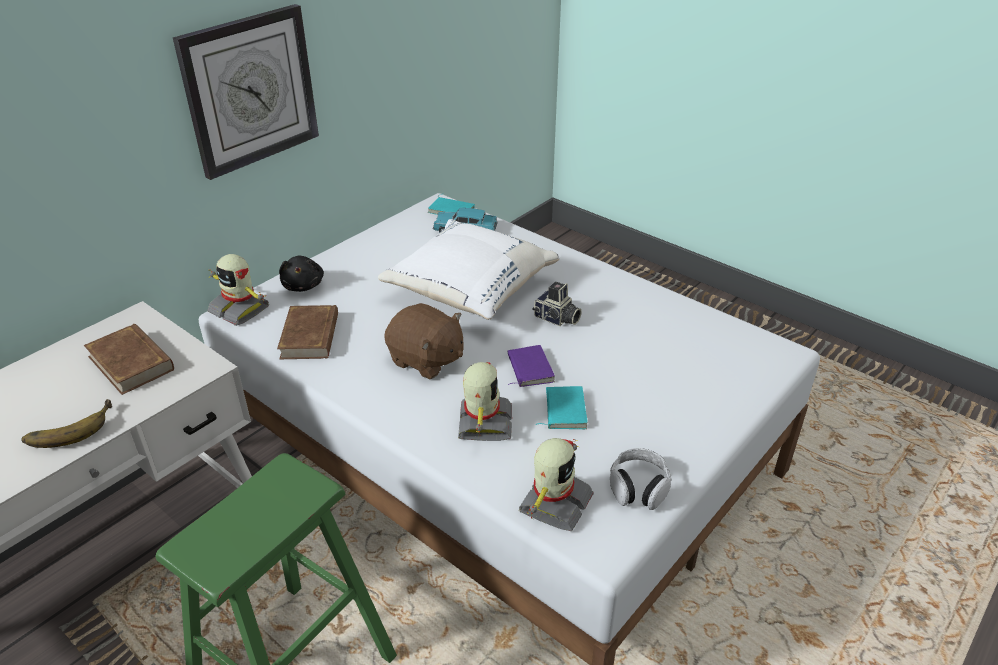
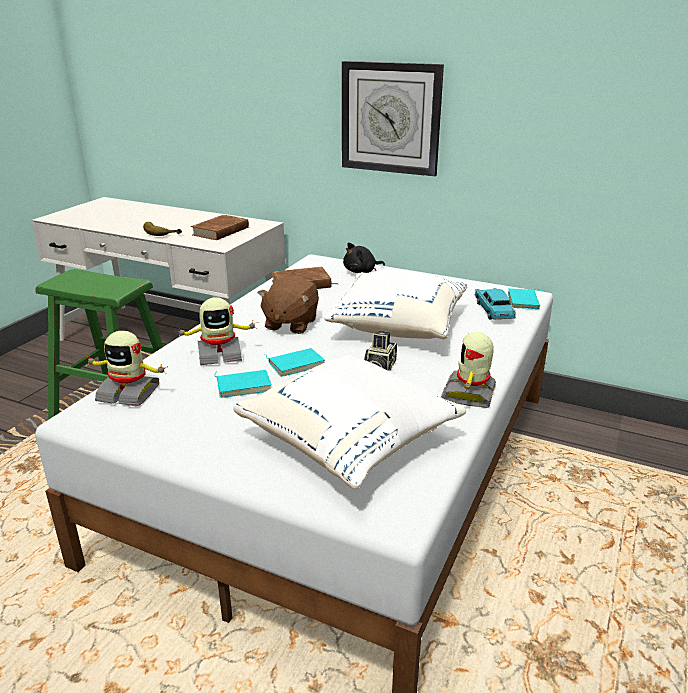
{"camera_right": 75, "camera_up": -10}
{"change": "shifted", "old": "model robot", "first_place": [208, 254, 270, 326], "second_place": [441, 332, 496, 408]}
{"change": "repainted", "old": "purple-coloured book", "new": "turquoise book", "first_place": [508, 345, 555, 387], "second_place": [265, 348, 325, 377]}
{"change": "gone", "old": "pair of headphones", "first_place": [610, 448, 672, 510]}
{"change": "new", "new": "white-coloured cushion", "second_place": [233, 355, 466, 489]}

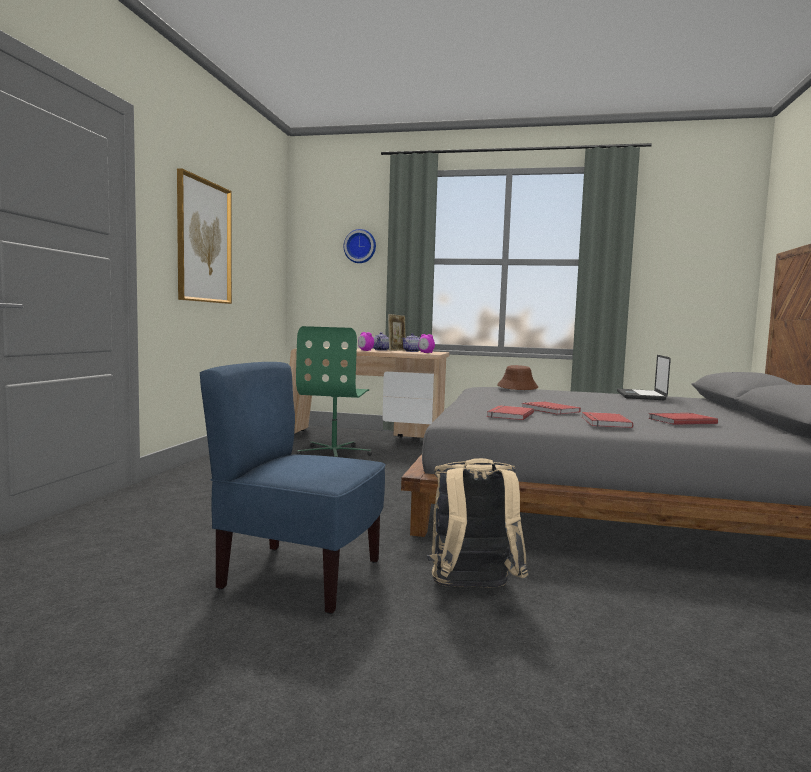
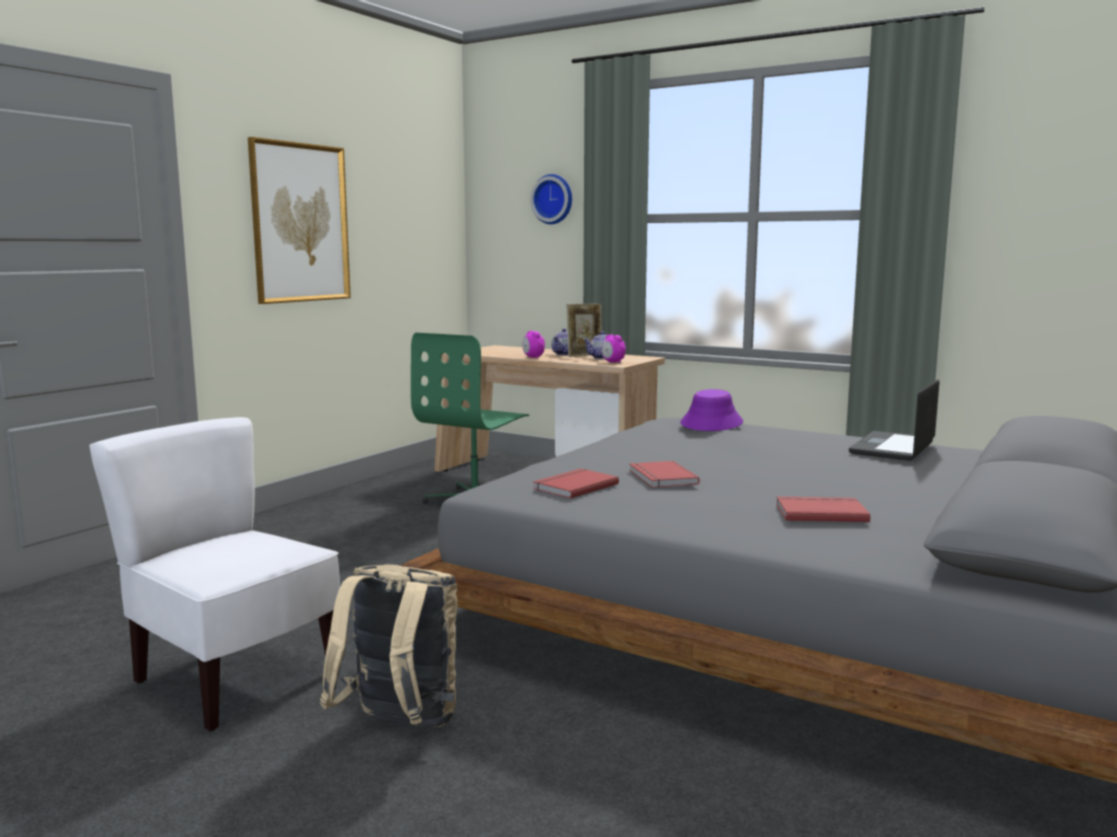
{"camera_right": 20, "camera_up": 5}
{"change": "repainted", "old": "blue-coloured upright chair", "new": "white-coloured upright chair", "first_place": [200, 362, 386, 614], "second_place": [89, 417, 340, 731]}
{"change": "repainted", "old": "brown-coloured hat", "new": "purple-coloured hat", "first_place": [497, 365, 538, 390], "second_place": [680, 389, 743, 431]}
{"change": "gone", "old": "reddish book", "first_place": [582, 412, 633, 428]}

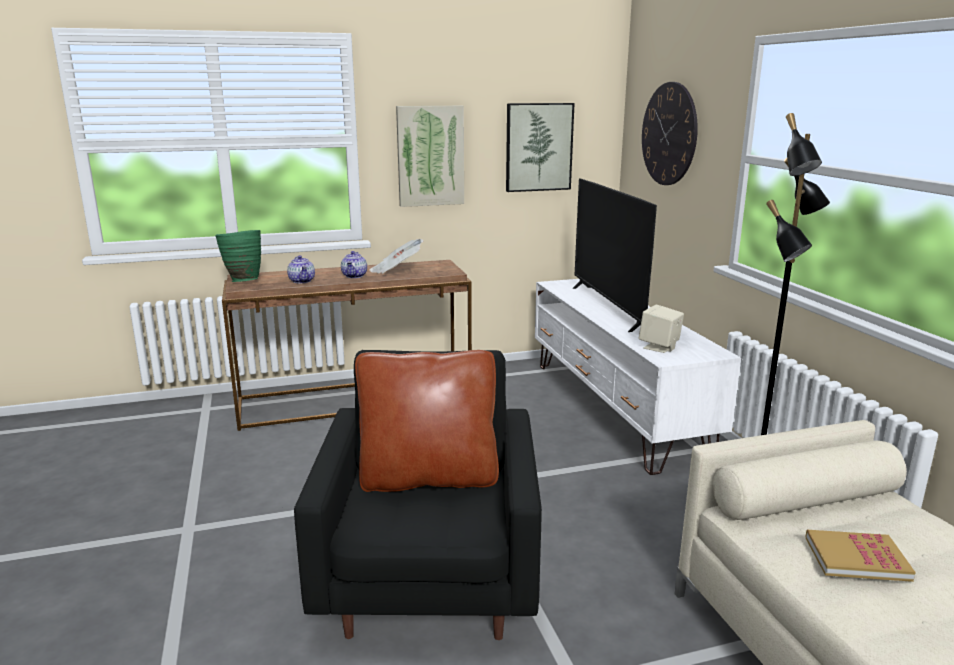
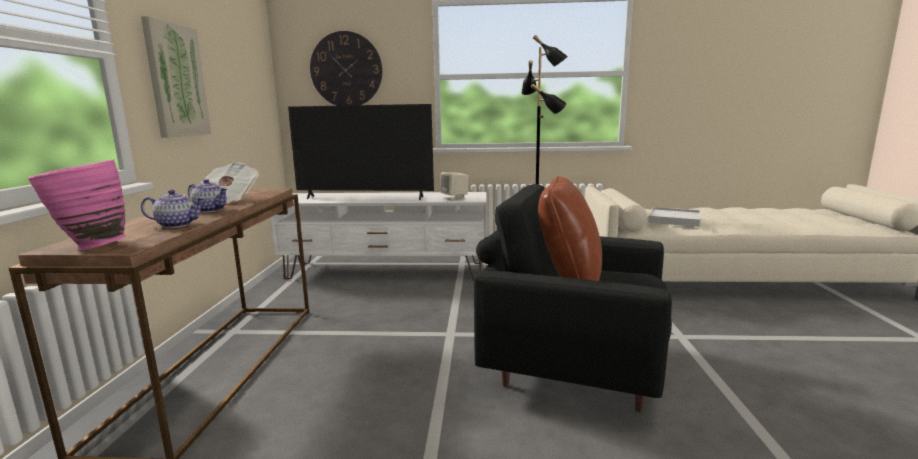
{"camera_right": -70, "camera_up": -5}
{"change": "gone", "old": "wall art", "first_place": [506, 103, 575, 192]}
{"change": "repainted", "old": "greenish flower vase", "new": "pink flower vase", "first_place": [215, 230, 261, 282], "second_place": [27, 159, 126, 250]}
{"change": "swapped", "old": "book", "new": "white-coloured carrying tray", "first_place": [805, 530, 916, 582], "second_place": [648, 207, 700, 227]}

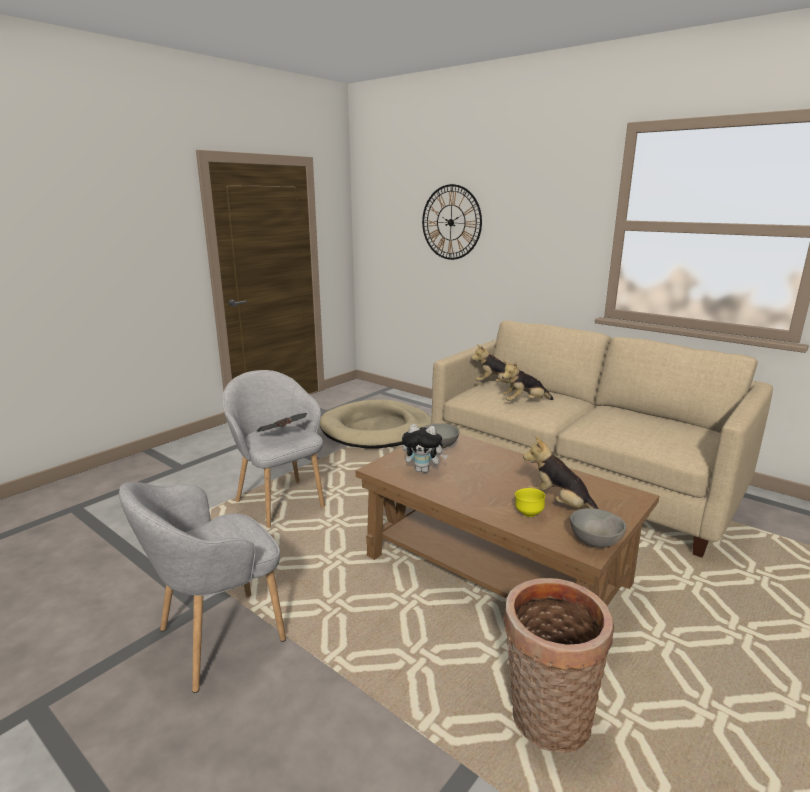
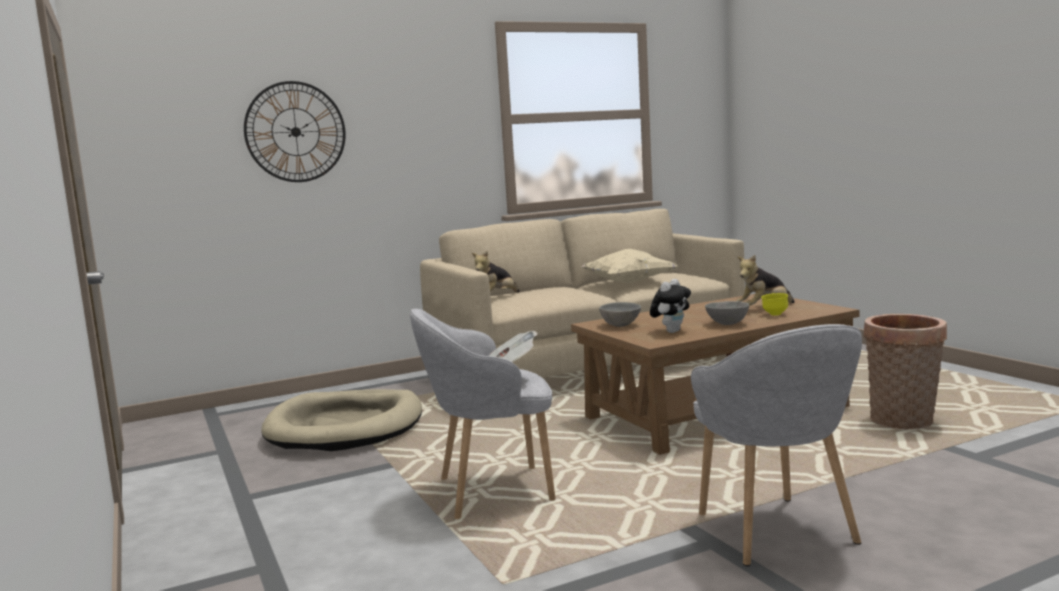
{"camera_right": -65, "camera_up": -10}
{"change": "gone", "old": "soft toy", "first_place": [502, 361, 554, 401]}
{"change": "shifted", "old": "grey serving bowl", "first_place": [570, 508, 627, 548], "second_place": [705, 301, 749, 325]}
{"change": "new", "new": "beige-coloured cushion", "second_place": [581, 249, 678, 283]}

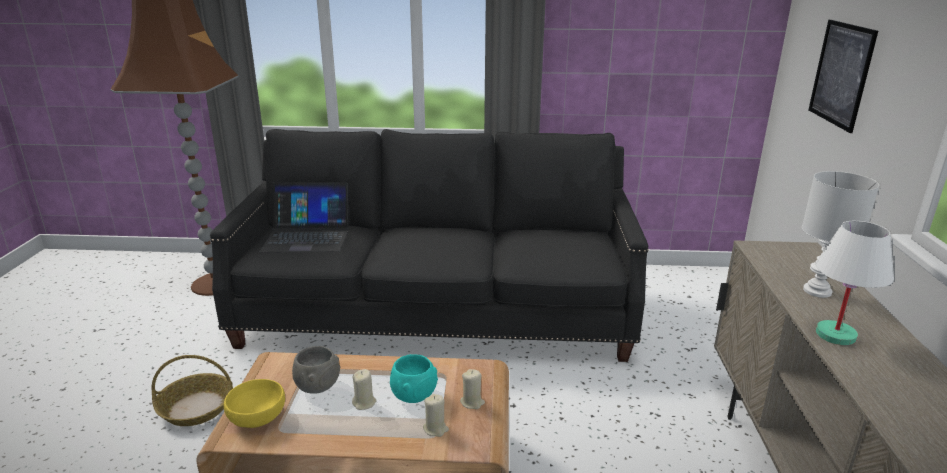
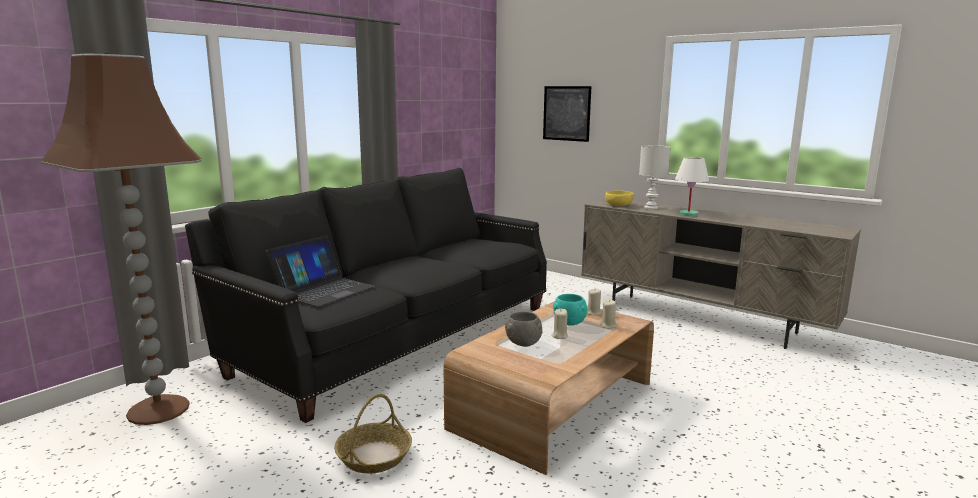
{"camera_right": -55, "camera_up": -10}
{"change": "shifted", "old": "yellow serving bowl", "first_place": [224, 379, 285, 428], "second_place": [605, 191, 634, 206]}

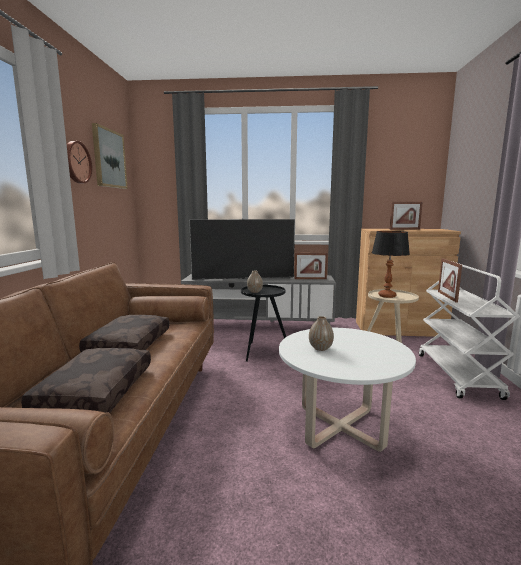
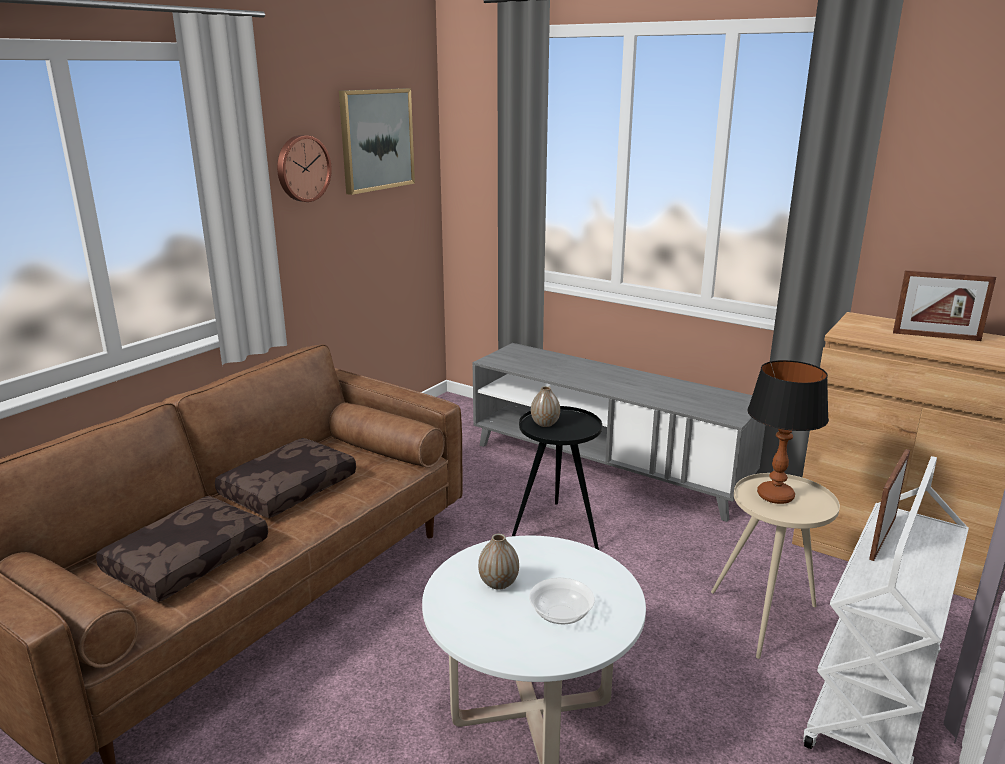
{"camera_right": 30, "camera_up": 10}
{"change": "gone", "old": "TV", "first_place": [189, 218, 295, 280]}
{"change": "gone", "old": "standing frame", "first_place": [294, 253, 328, 279]}
{"change": "new", "new": "serving bowl", "second_place": [529, 578, 595, 624]}

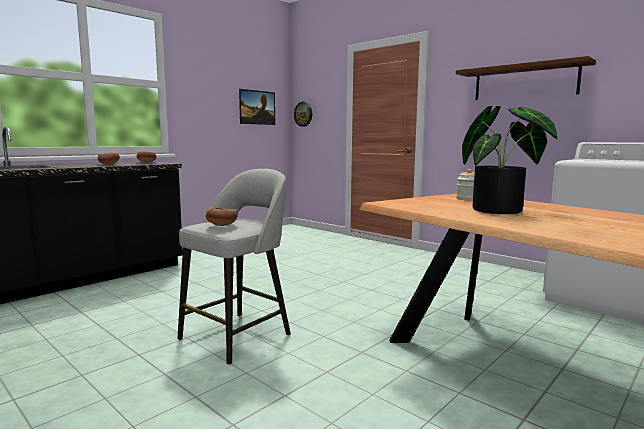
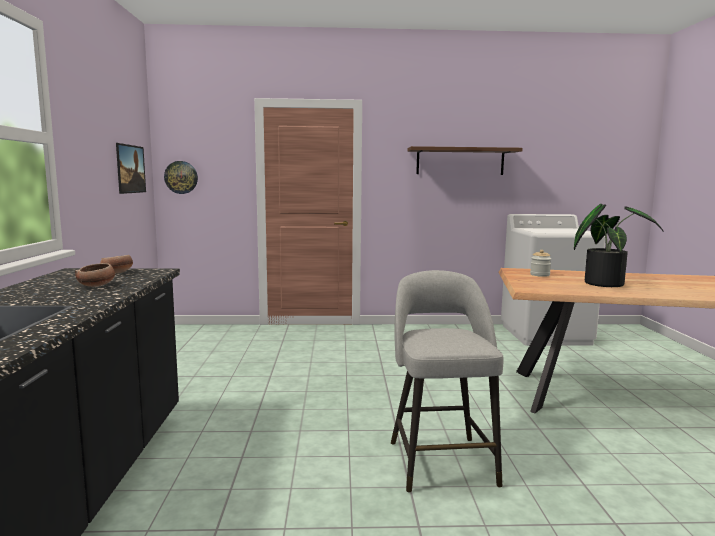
{"camera_right": -45, "camera_up": 0}
{"change": "gone", "old": "serving bowl", "first_place": [206, 208, 238, 226]}

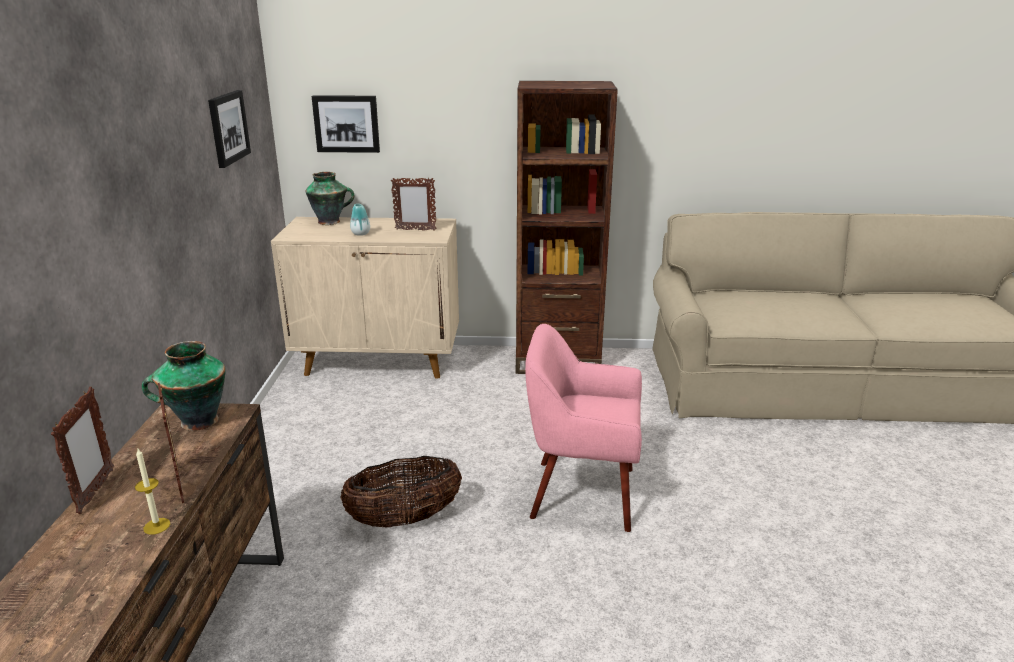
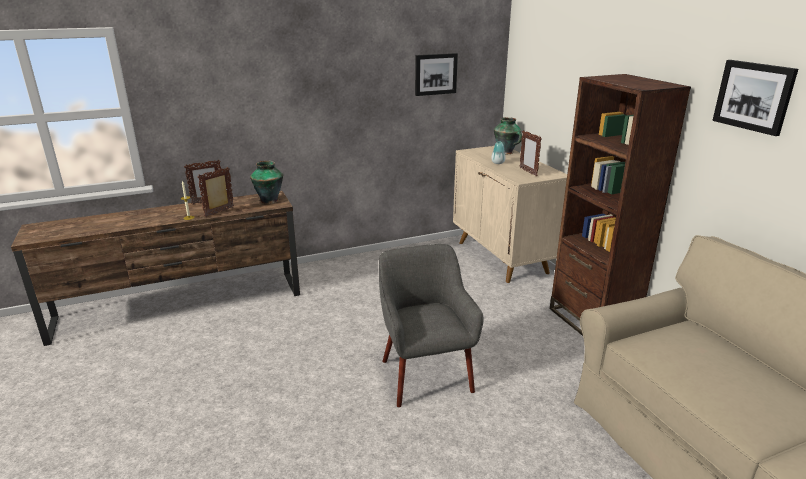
{"camera_right": 65, "camera_up": 0}
{"change": "shifted", "old": "wall art", "first_place": [312, 95, 380, 153], "second_place": [712, 60, 798, 136]}
{"change": "repainted", "old": "pink easy chair", "new": "grey easy chair", "first_place": [525, 324, 642, 532], "second_place": [379, 244, 483, 407]}
{"change": "gone", "old": "basket", "first_place": [340, 456, 462, 527]}

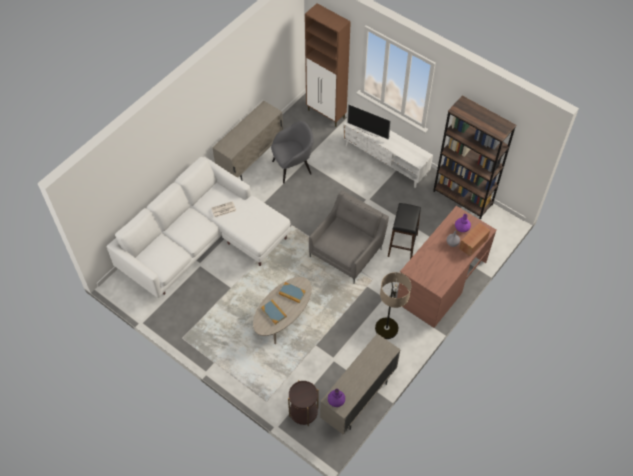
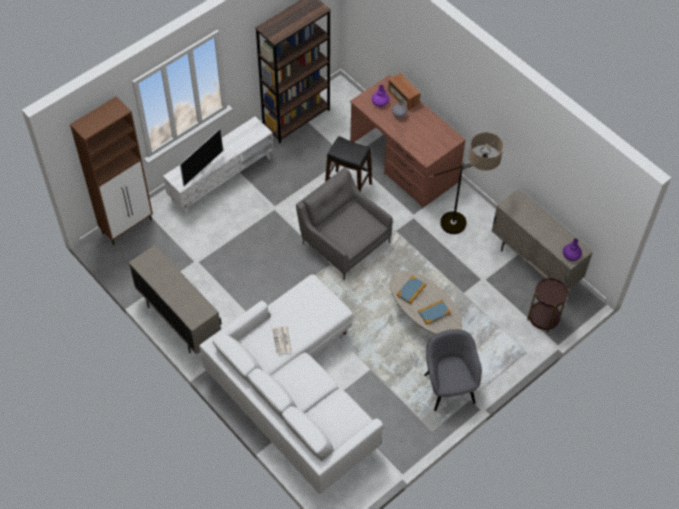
{"camera_right": -80, "camera_up": 0}
{"change": "shifted", "old": "grey easy chair", "first_place": [271, 121, 314, 183], "second_place": [424, 329, 482, 411]}

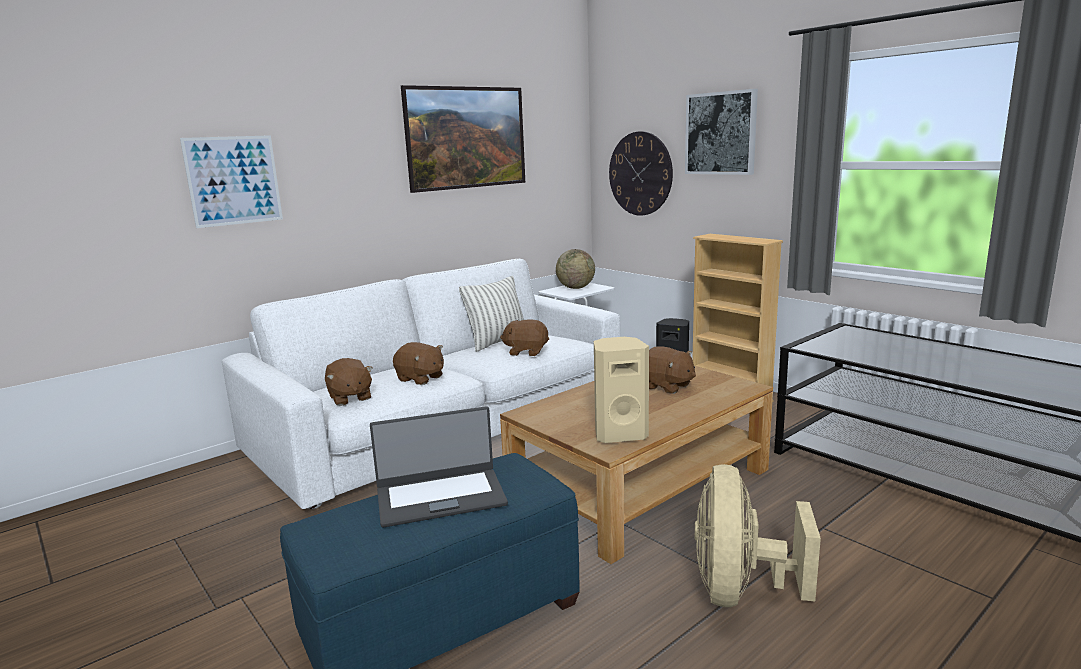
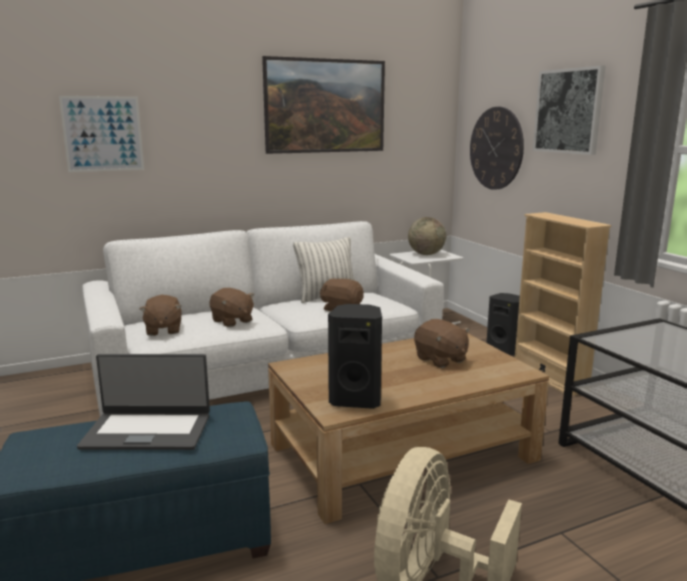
{"camera_right": 15, "camera_up": 0}
{"change": "repainted", "old": "beige-coloured speaker", "new": "black speaker", "first_place": [594, 337, 649, 443], "second_place": [328, 304, 382, 409]}

